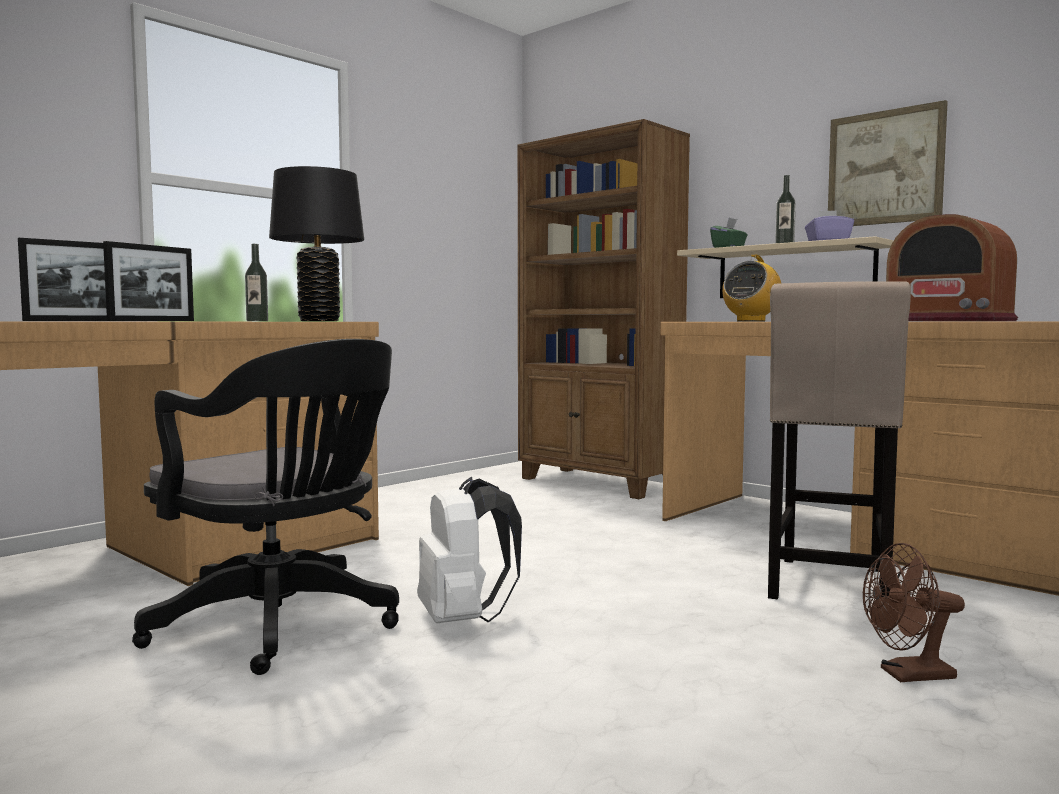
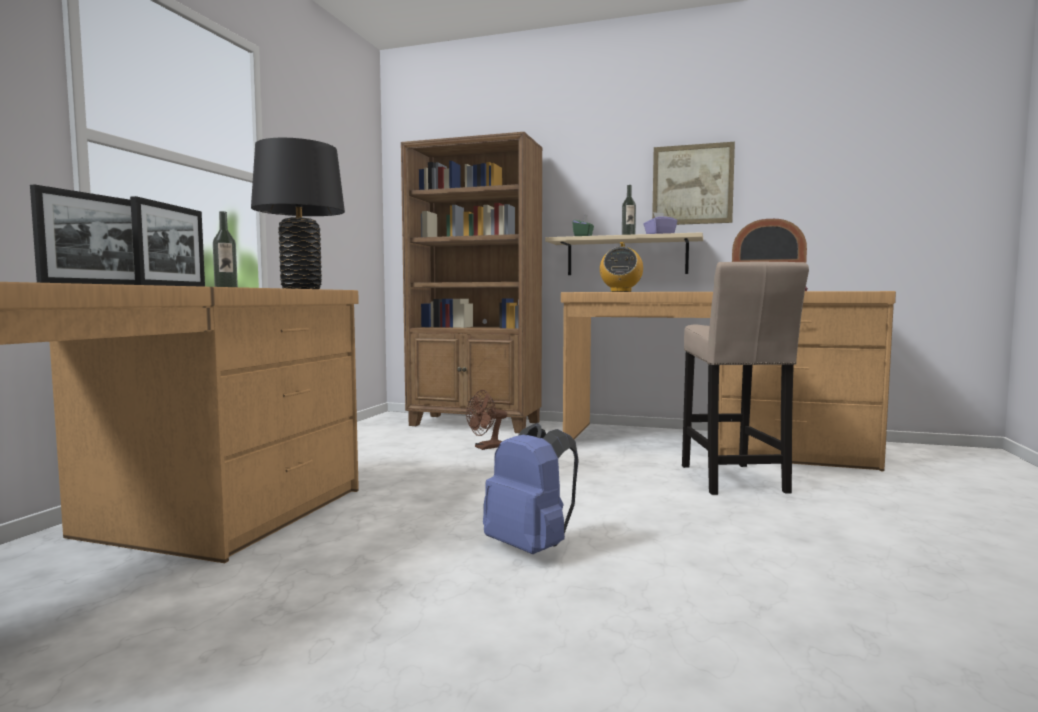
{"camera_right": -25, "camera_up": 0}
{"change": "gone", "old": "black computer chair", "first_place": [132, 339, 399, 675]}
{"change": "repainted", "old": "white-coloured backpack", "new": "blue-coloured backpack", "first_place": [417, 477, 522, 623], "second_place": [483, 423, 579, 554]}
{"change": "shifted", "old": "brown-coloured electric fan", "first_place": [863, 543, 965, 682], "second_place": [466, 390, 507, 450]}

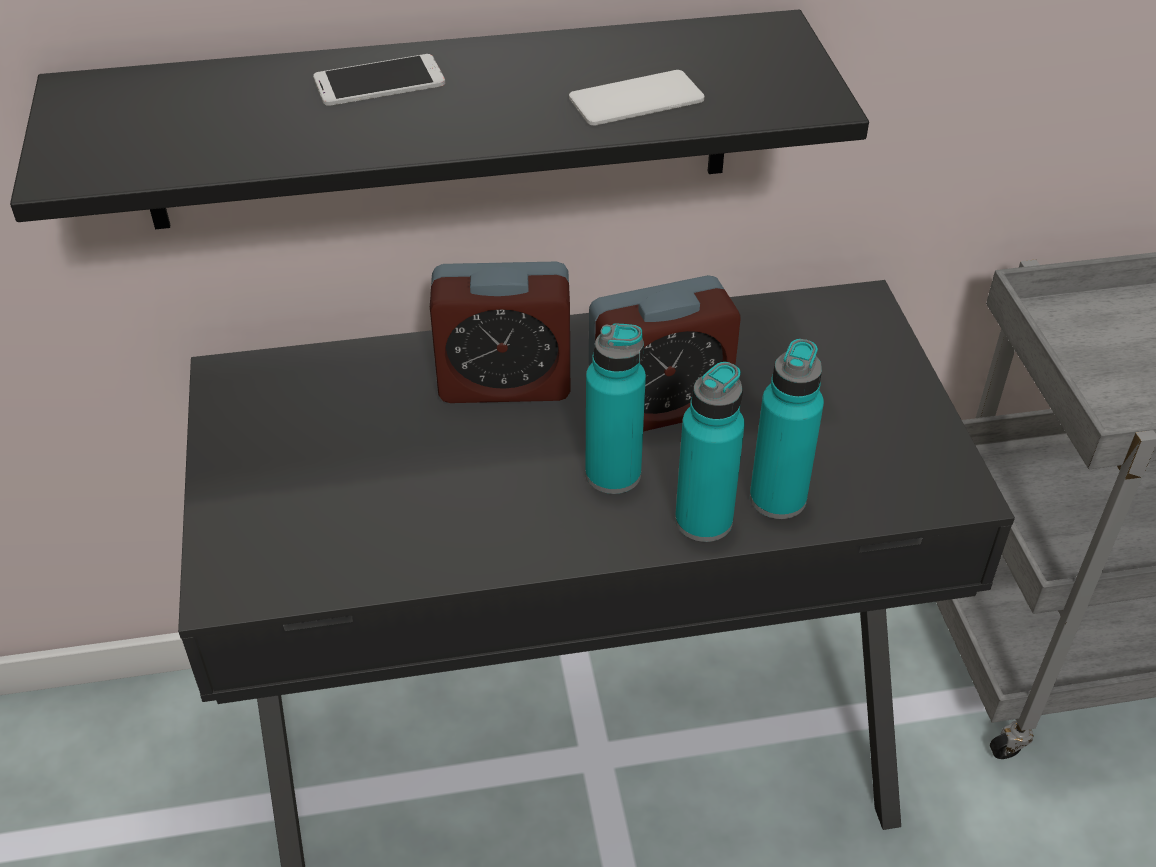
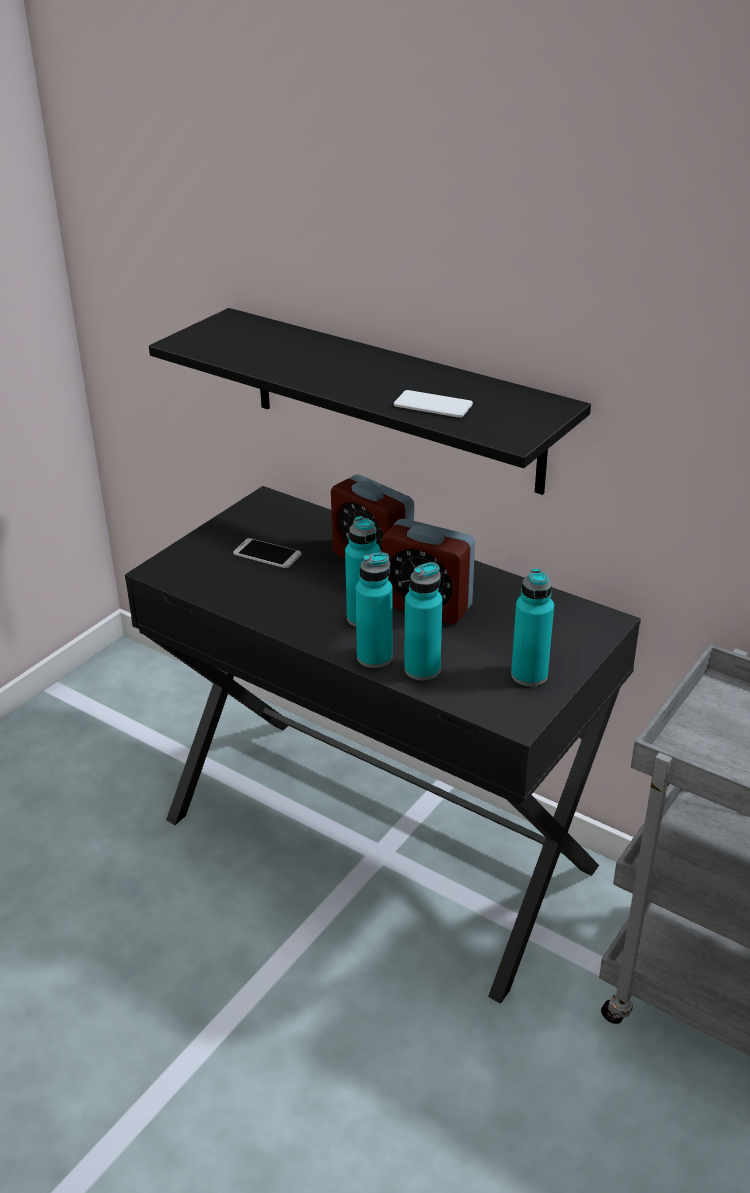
{"camera_right": 45, "camera_up": -10}
{"change": "shifted", "old": "telephone", "first_place": [313, 54, 445, 106], "second_place": [233, 538, 301, 568]}
{"change": "new", "new": "turquoise drink bottle", "second_place": [511, 568, 554, 687]}

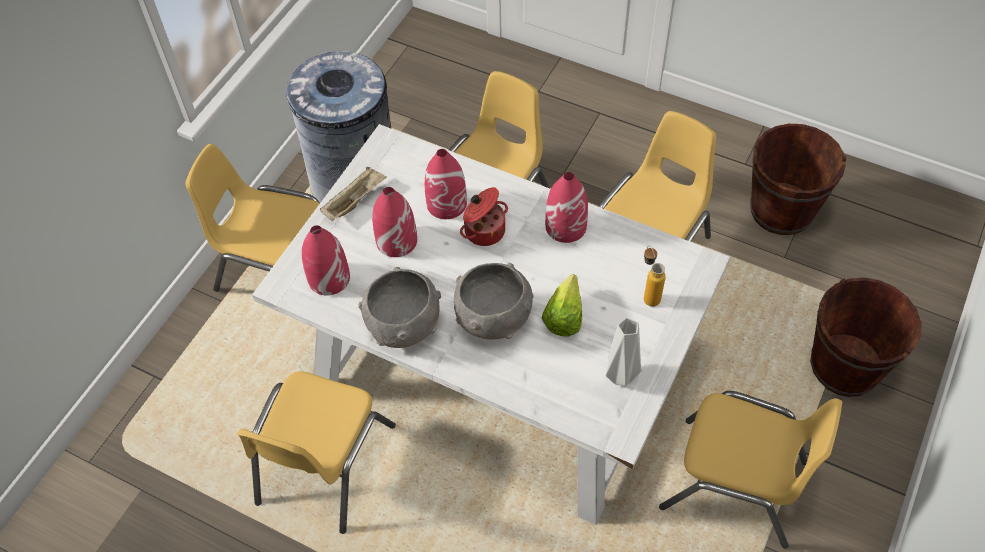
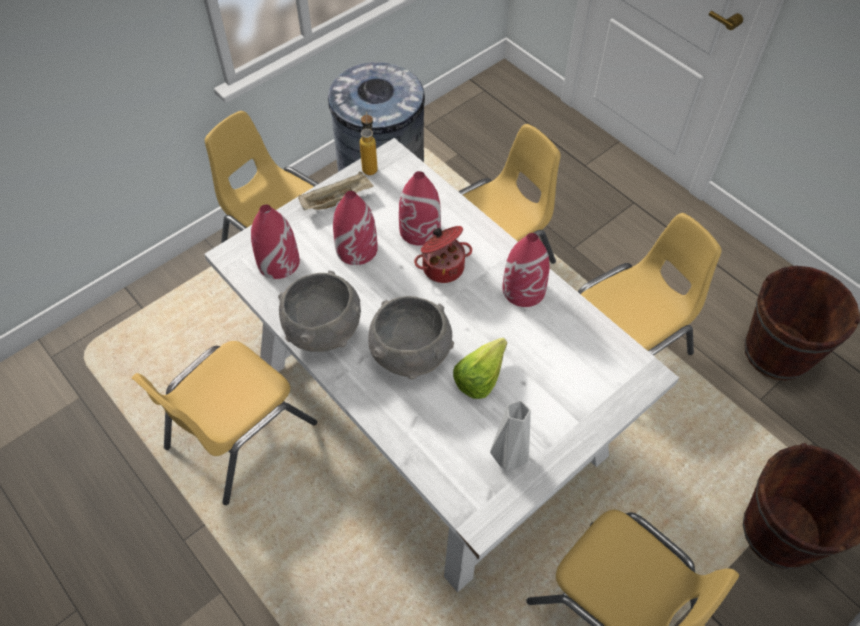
{"camera_right": 20, "camera_up": 0}
{"change": "shifted", "old": "drink bottle", "first_place": [644, 246, 666, 307], "second_place": [360, 112, 378, 175]}

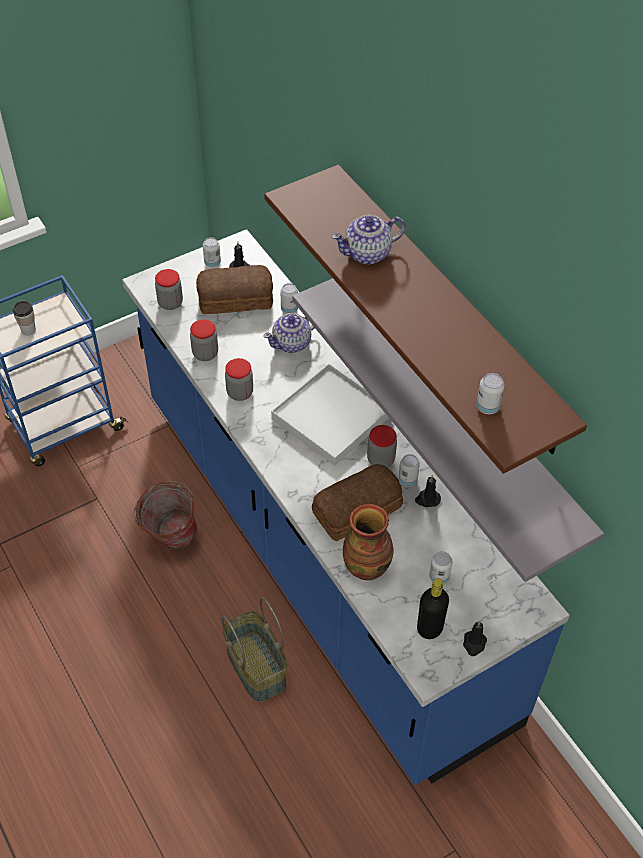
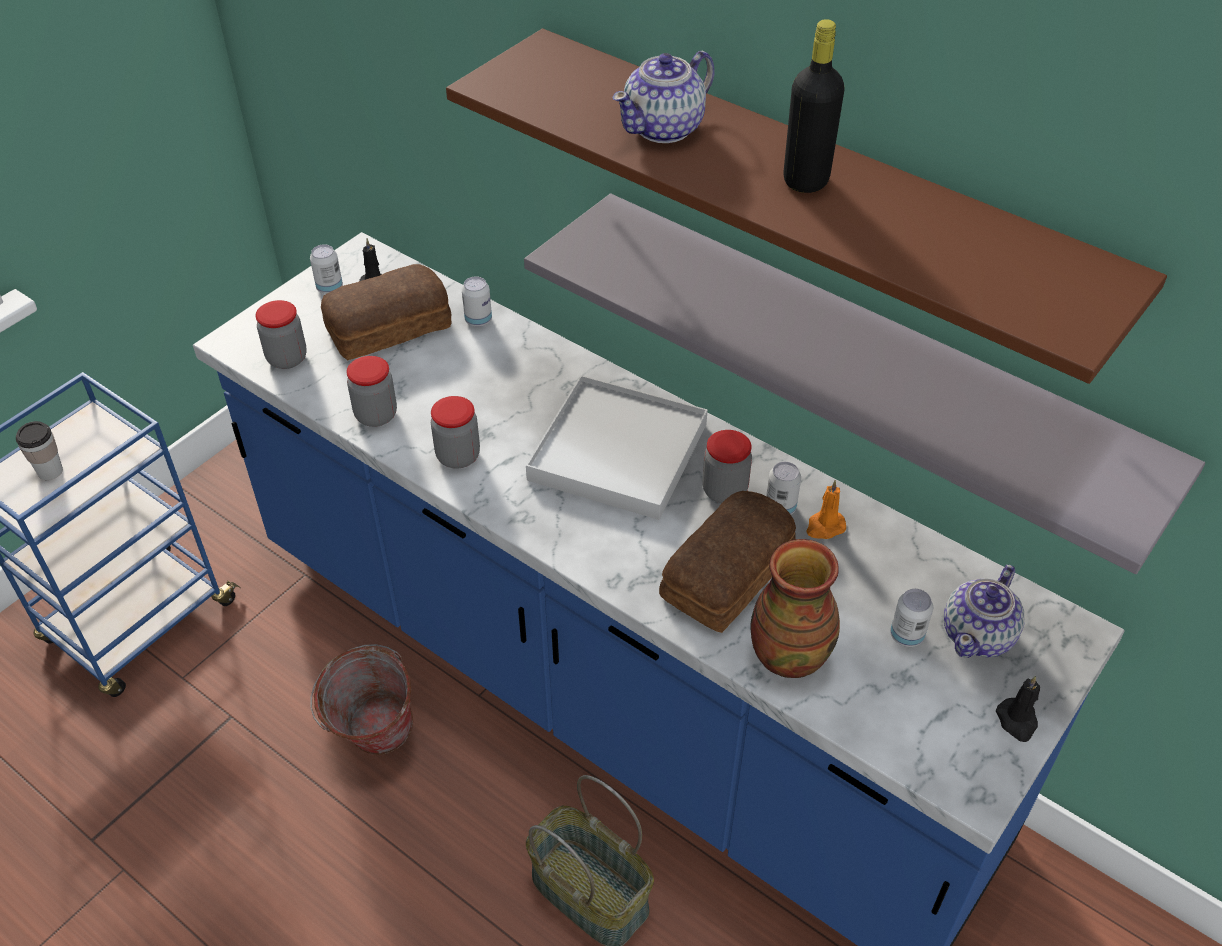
{"camera_right": -20, "camera_up": -5}
{"change": "shifted", "old": "teapot", "first_place": [263, 313, 314, 353], "second_place": [944, 565, 1024, 658]}
{"change": "gone", "old": "sealed can", "first_place": [476, 373, 505, 414]}
{"change": "repainted", "old": "black wax light", "new": "orangey wax light", "first_place": [415, 475, 441, 507], "second_place": [806, 480, 846, 539]}
{"change": "shifted", "old": "black drink bottle", "first_place": [417, 578, 449, 639], "second_place": [784, 19, 844, 193]}

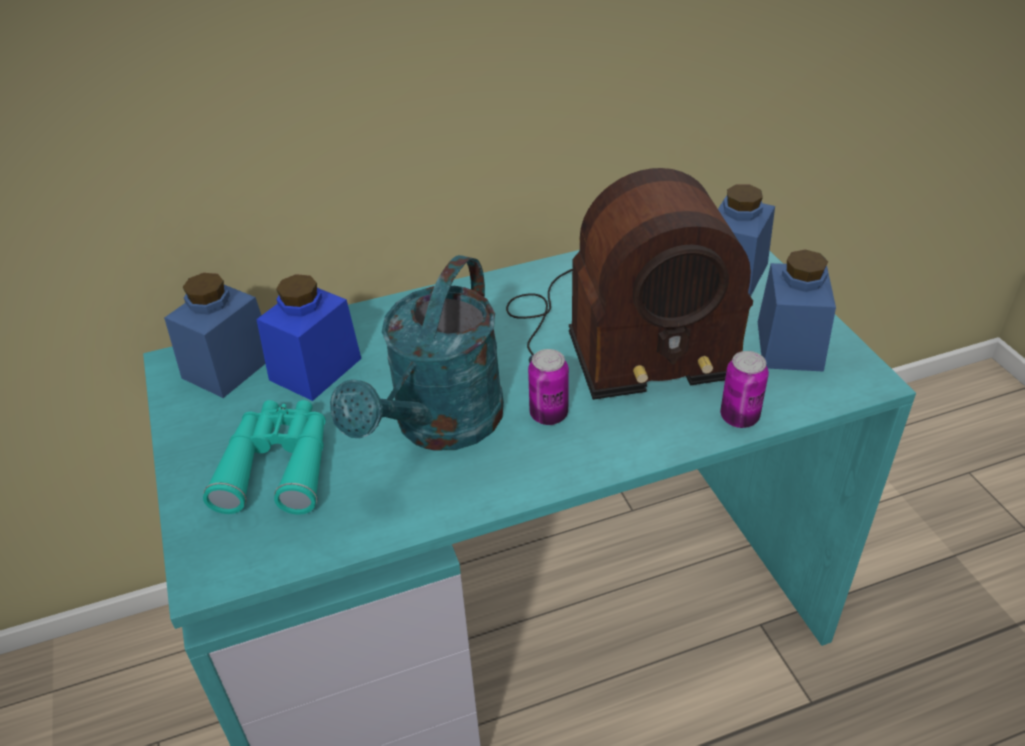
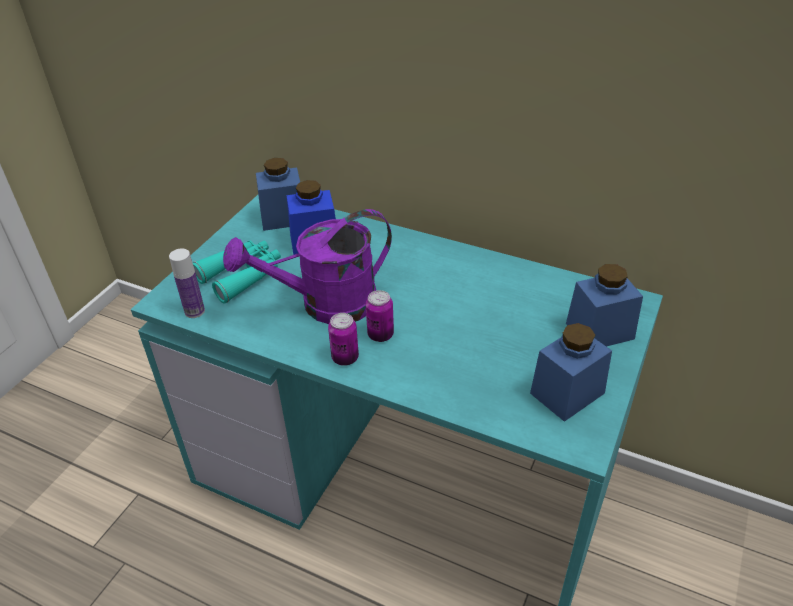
{"camera_right": 45, "camera_up": 0}
{"change": "gone", "old": "radio", "first_place": [506, 168, 753, 400]}
{"change": "repainted", "old": "turquoise sprinkling can", "new": "purple-coloured sprinkling can", "first_place": [330, 255, 504, 450], "second_place": [223, 209, 392, 324]}
{"change": "shifted", "old": "sealed can", "first_place": [720, 351, 769, 428], "second_place": [328, 313, 359, 366]}
{"change": "new", "new": "drink bottle", "second_place": [169, 248, 205, 318]}

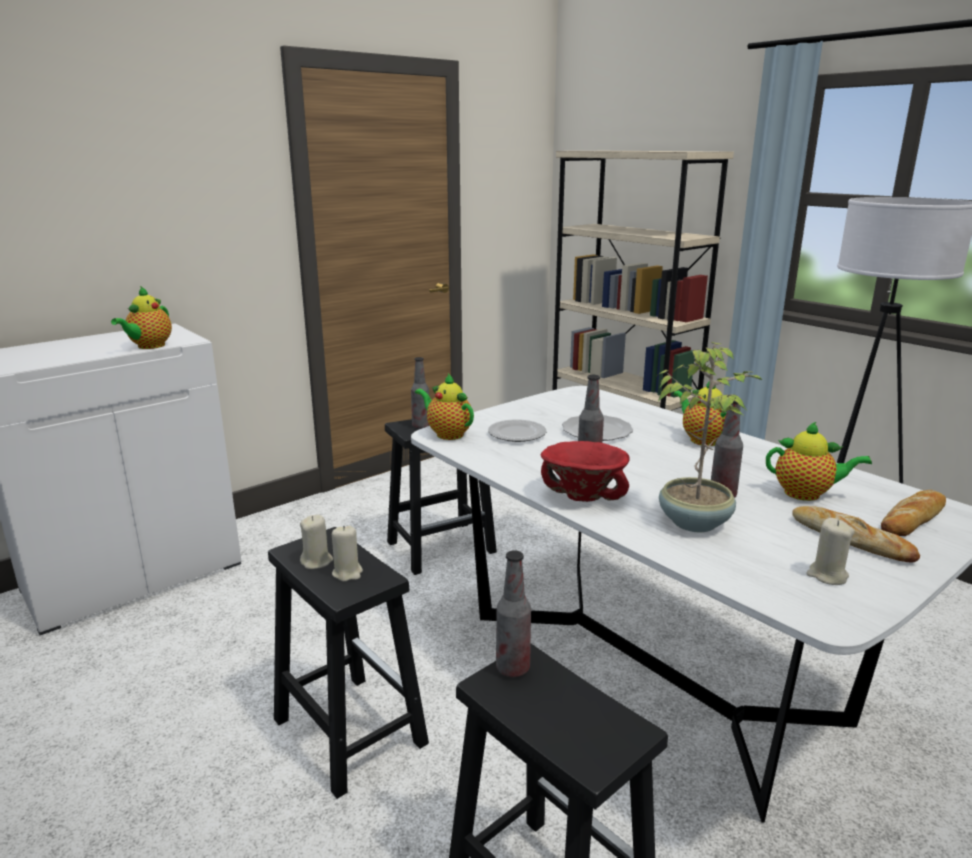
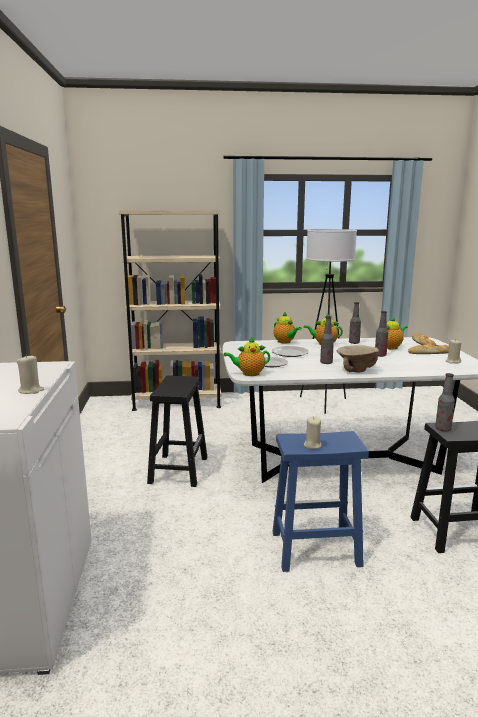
{"camera_right": -55, "camera_up": -5}
{"change": "shifted", "old": "teapot", "first_place": [111, 286, 172, 349], "second_place": [273, 312, 302, 343]}
{"change": "gone", "old": "potted plant", "first_place": [657, 342, 763, 532]}
{"change": "shifted", "old": "drink bottle", "first_place": [411, 357, 429, 428], "second_place": [349, 302, 361, 344]}
{"change": "repainted", "old": "reddish serving bowl", "new": "beige-coloured serving bowl", "first_place": [541, 441, 630, 502], "second_place": [337, 345, 379, 372]}
{"change": "shifted", "old": "beige-coloured wax light", "first_place": [332, 526, 363, 581], "second_place": [17, 354, 44, 394]}
{"change": "repainted", "old": "black stool", "new": "blue-coloured stool", "first_place": [268, 527, 429, 799], "second_place": [272, 431, 369, 572]}

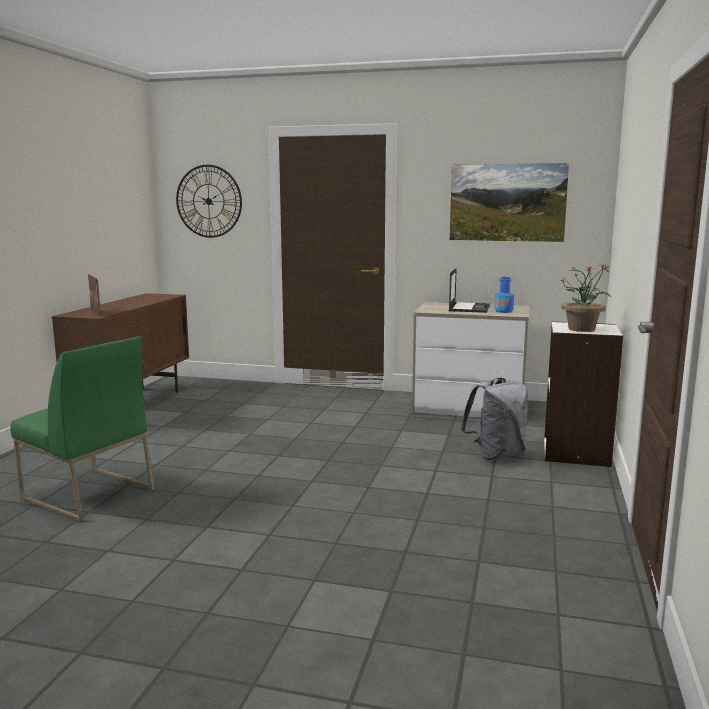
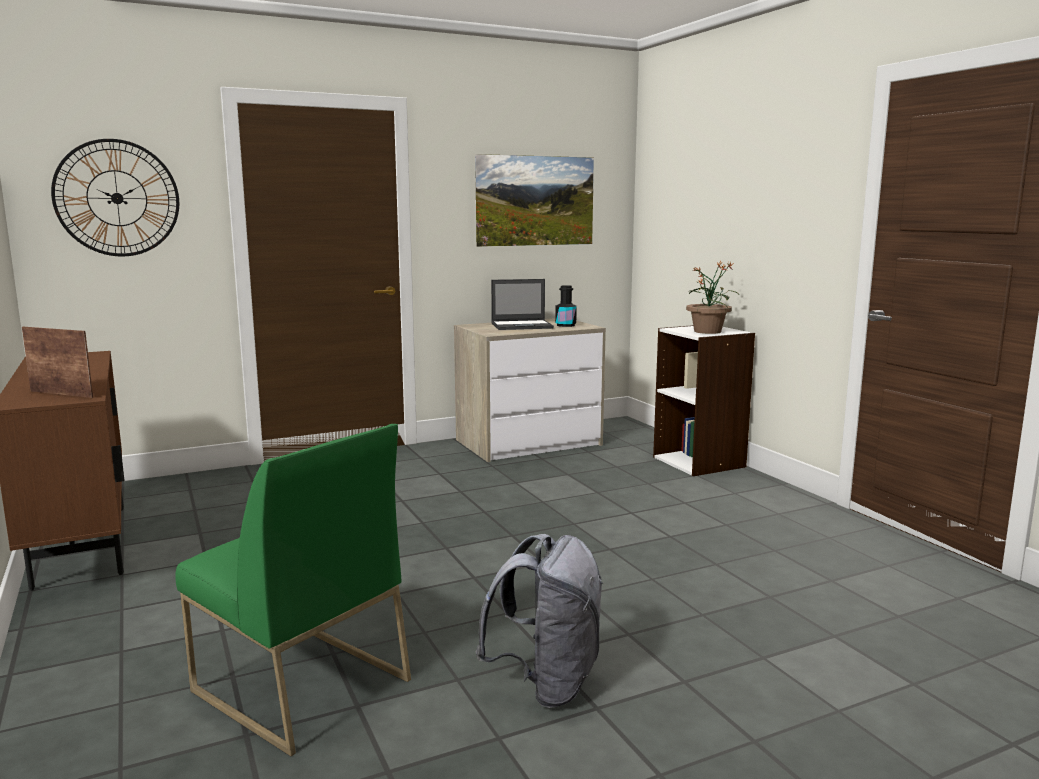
{"camera_right": -40, "camera_up": 0}
{"change": "rotated", "old": "portable computer", "first_place": [449, 268, 490, 313], "second_place": [491, 279, 554, 330], "degrees": 105}
{"change": "repainted", "old": "blue-coloured drink bottle", "new": "black drink bottle", "first_place": [495, 277, 514, 313], "second_place": [555, 285, 577, 327]}
{"change": "rotated", "old": "greenish upright chair", "first_place": [10, 336, 155, 522], "second_place": [175, 424, 411, 756], "degrees": 45}
{"change": "shifted", "old": "grey backpack", "first_place": [460, 378, 528, 460], "second_place": [475, 534, 603, 708]}

